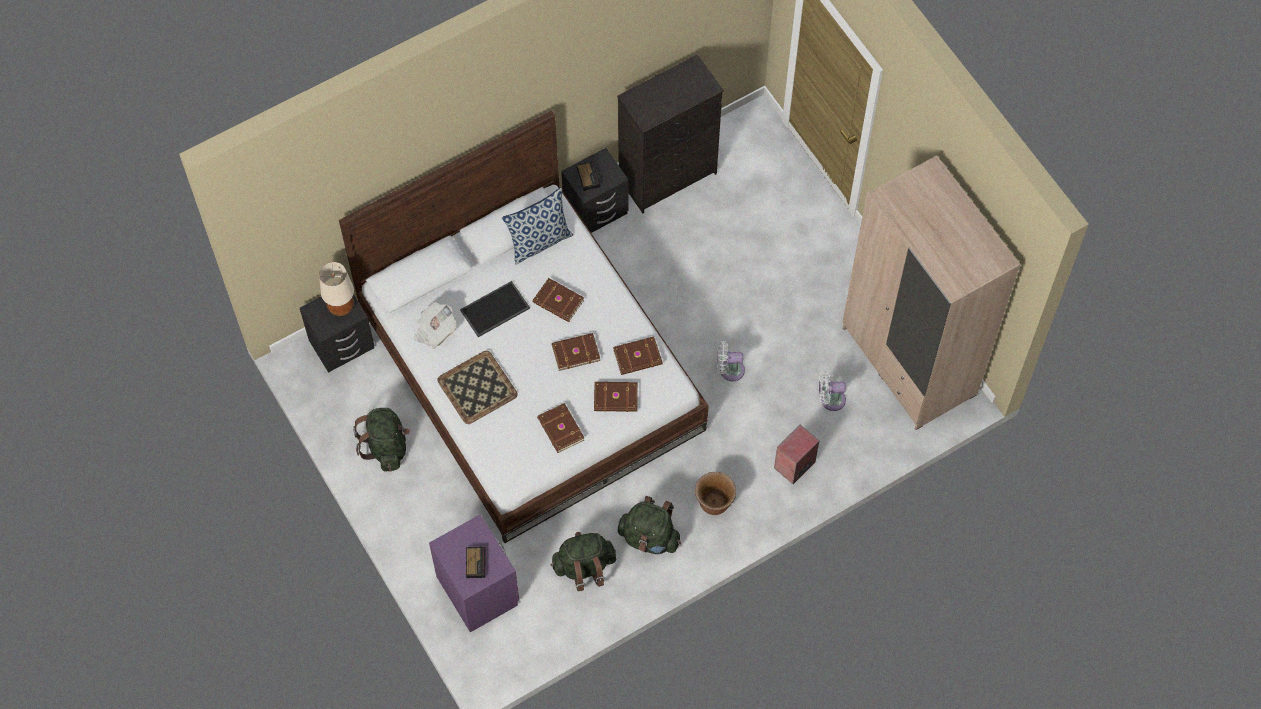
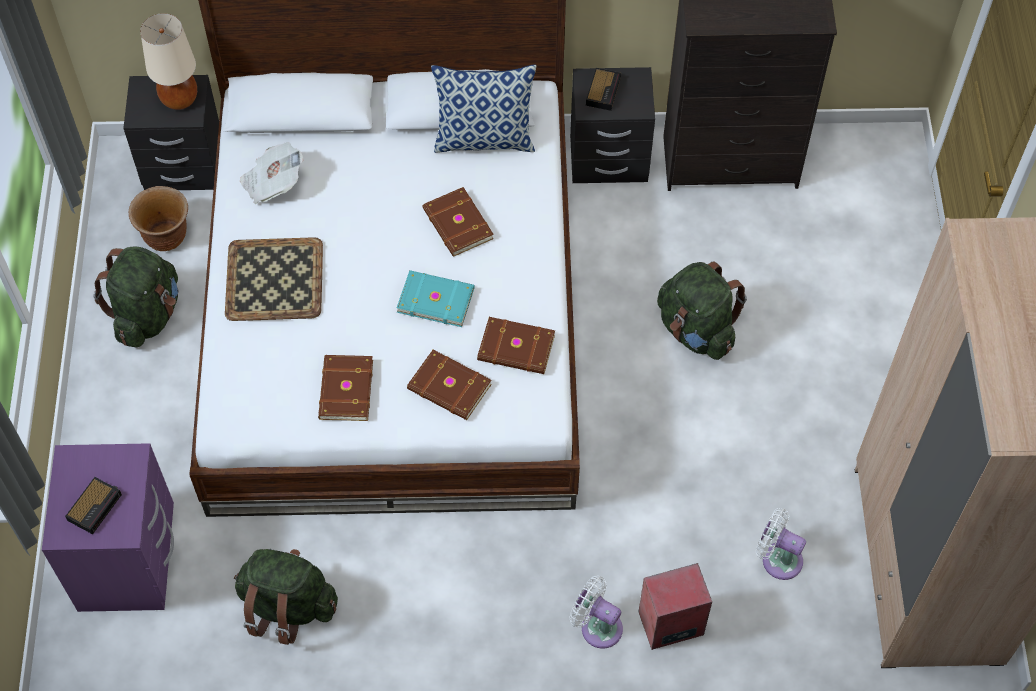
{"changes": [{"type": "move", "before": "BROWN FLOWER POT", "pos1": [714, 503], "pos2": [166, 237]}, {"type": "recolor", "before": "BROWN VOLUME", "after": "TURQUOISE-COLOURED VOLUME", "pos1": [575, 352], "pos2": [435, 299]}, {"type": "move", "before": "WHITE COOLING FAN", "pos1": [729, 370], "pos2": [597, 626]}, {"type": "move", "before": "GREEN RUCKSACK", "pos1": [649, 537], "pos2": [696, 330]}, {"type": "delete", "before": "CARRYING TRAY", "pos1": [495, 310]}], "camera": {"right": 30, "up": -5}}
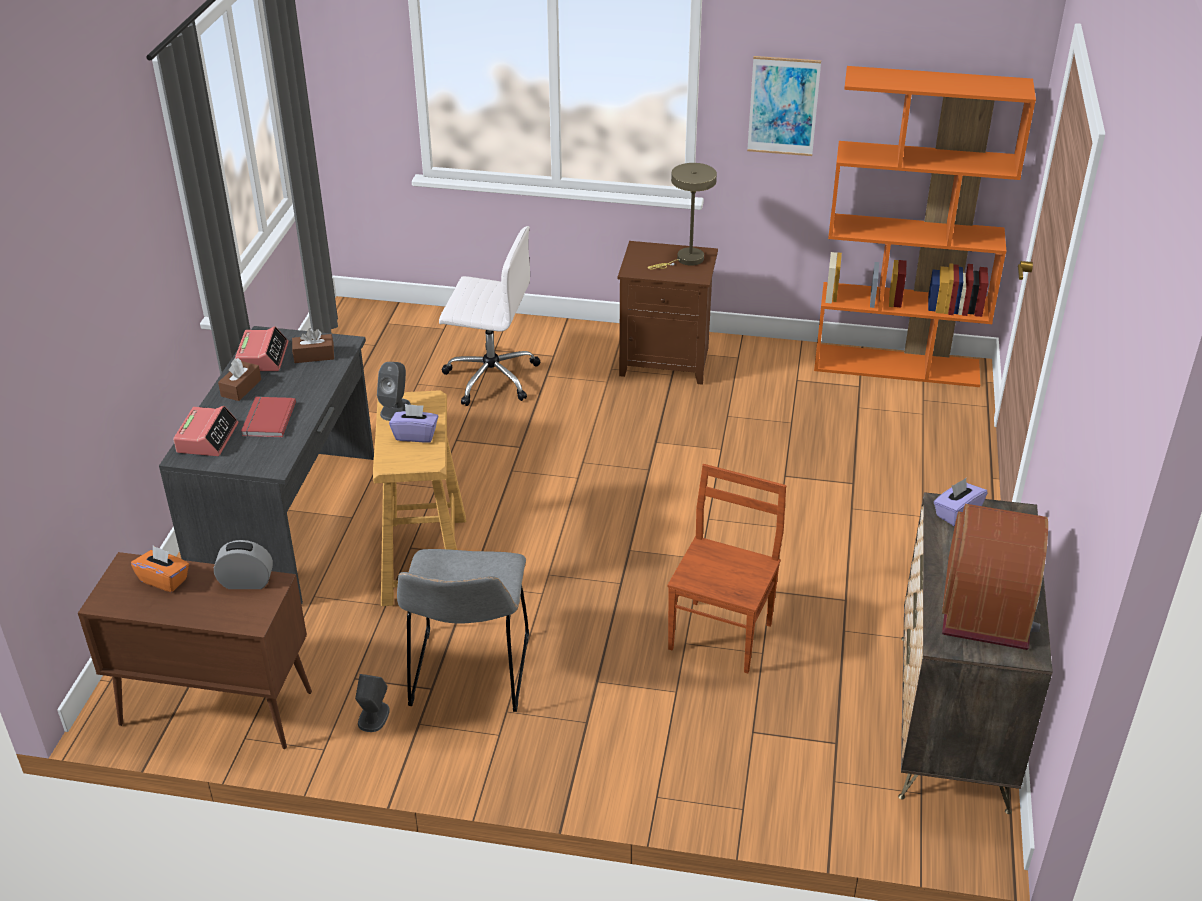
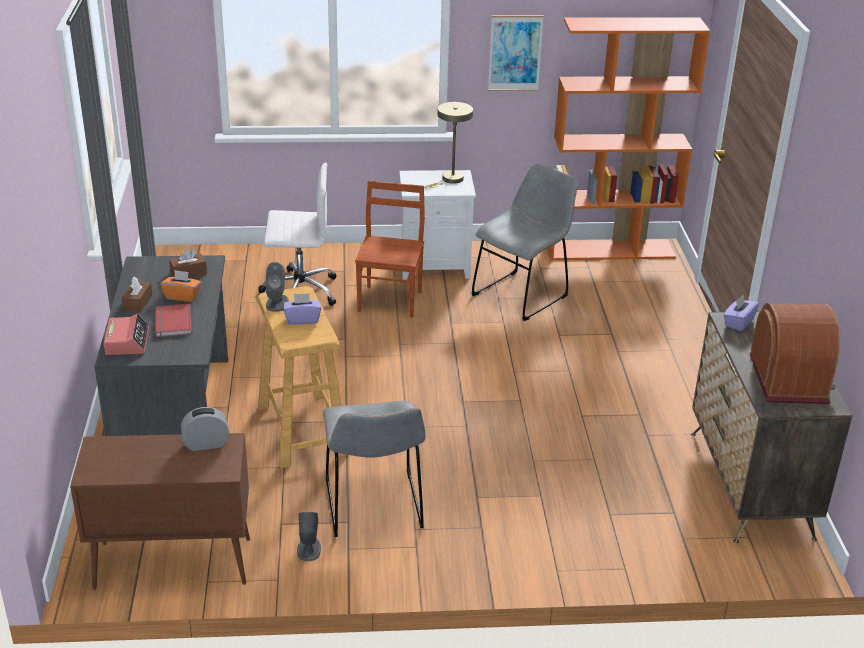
{"changes": [{"type": "move", "before": "ORANGE BOX OF TISSUES", "pos1": [164, 580], "pos2": [182, 296]}, {"type": "move", "before": "BROWN UPRIGHT CHAIR", "pos1": [722, 635], "pos2": [391, 301]}, {"type": "recolor", "before": "BROWN NIGHT TABLE", "after": "WHITE NIGHT TABLE", "pos1": [667, 361], "pos2": [435, 265]}, {"type": "insert", "after": "GRAY UPRIGHT CHAIR", "pos2": [523, 294]}, {"type": "delete", "before": "TABLE CLOCK", "pos1": [263, 357]}], "camera": {"right": -15, "up": -5}}
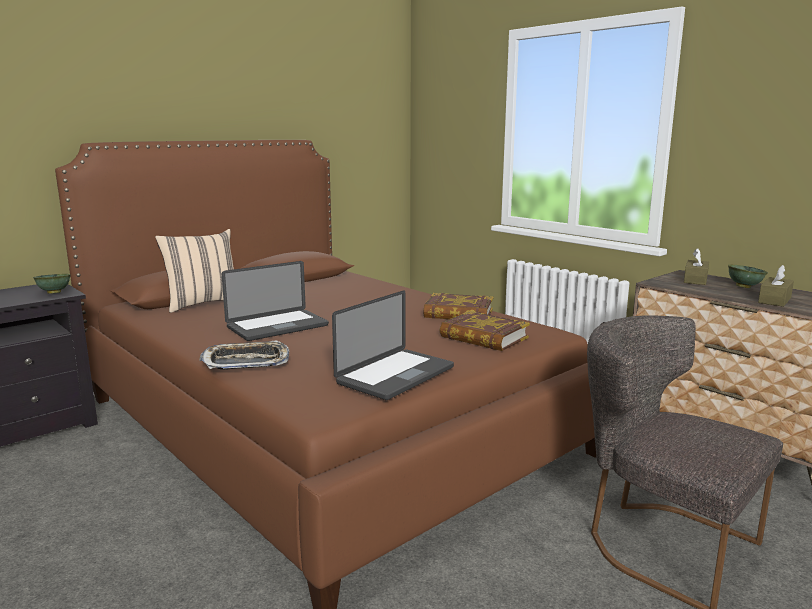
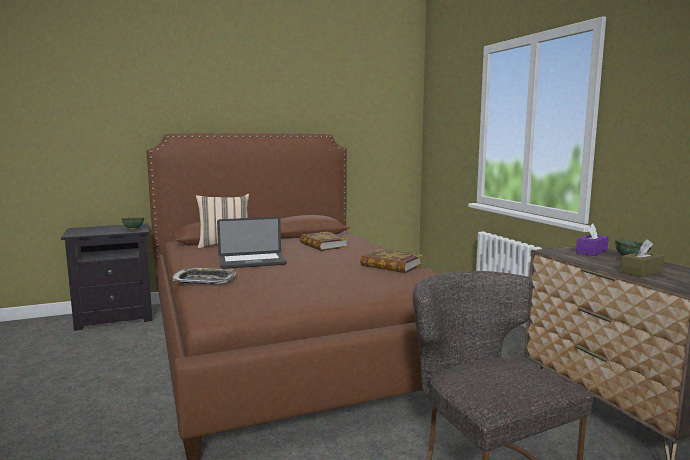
{"changes": [{"type": "move", "before": "VOLUME", "pos1": [483, 337], "pos2": [323, 245]}, {"type": "recolor", "before": "BROWN BOX OF TISSUES", "after": "PURPLE-COLOURED BOX OF TISSUES", "pos1": [695, 280], "pos2": [591, 252]}, {"type": "delete", "before": "NOTEBOOK COMPUTER", "pos1": [396, 375]}], "camera": {"right": 20, "up": -5}}
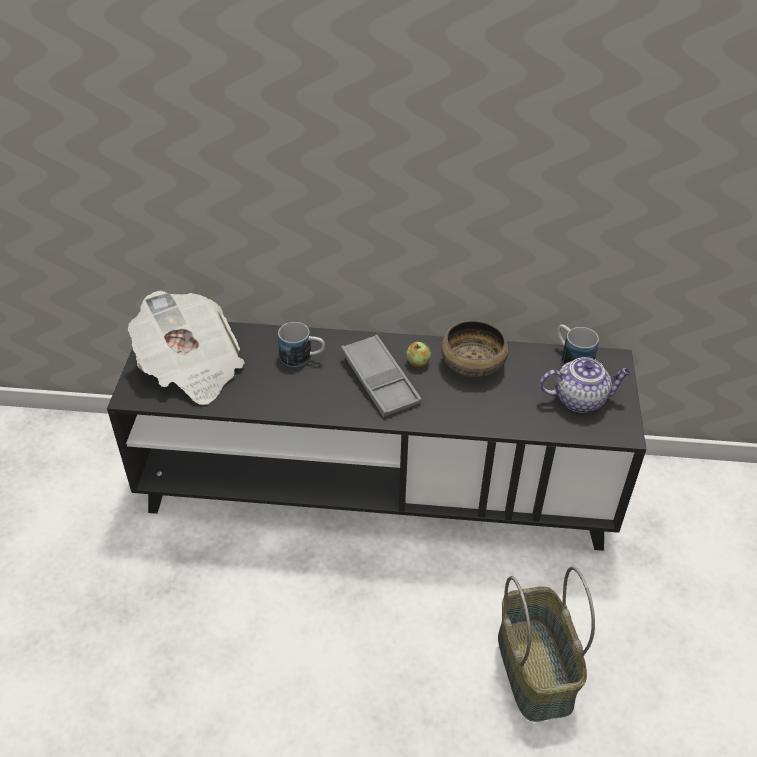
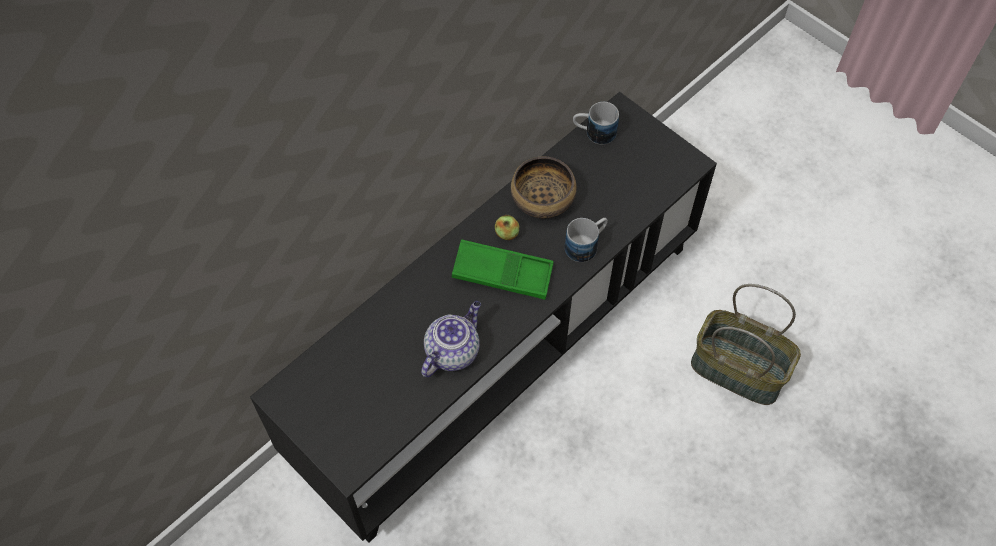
{"changes": [{"type": "move", "before": "TEA POT", "pos1": [581, 399], "pos2": [452, 351]}, {"type": "recolor", "before": "GRAY CARRYING TRAY", "after": "GREEN CARRYING TRAY", "pos1": [380, 380], "pos2": [502, 273]}, {"type": "move", "before": "MUG", "pos1": [302, 358], "pos2": [586, 245]}, {"type": "delete", "before": "DAILY PAPER", "pos1": [191, 368]}], "camera": {"right": -50, "up": 15}}
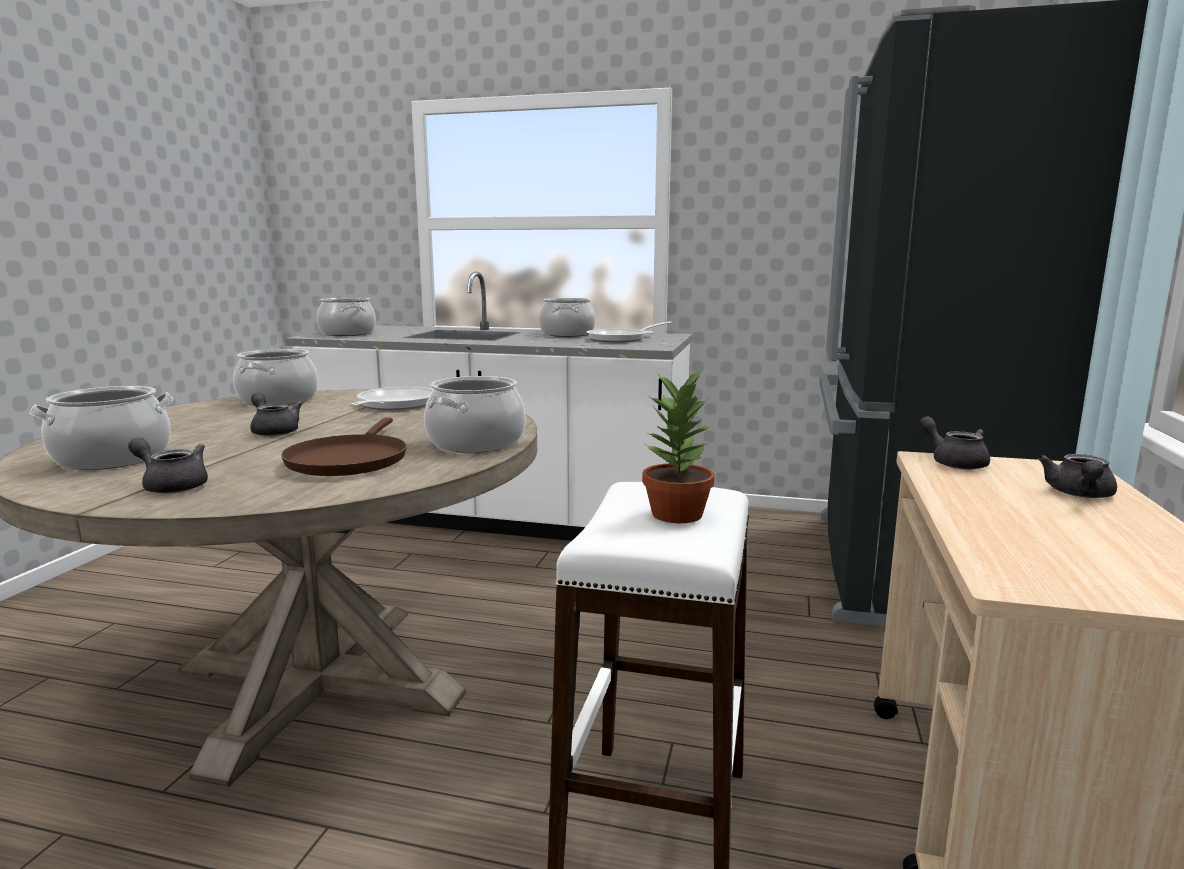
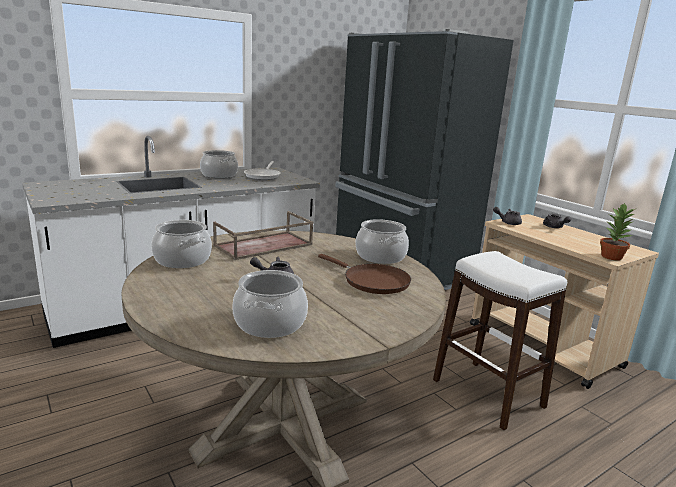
{"changes": [{"type": "replace", "before": "SKILLET", "after": "BROWN CARRYING TRAY", "pos1": [393, 405], "pos2": [263, 246]}, {"type": "move", "before": "POTTED PLANT", "pos1": [678, 515], "pos2": [612, 257]}, {"type": "delete", "before": "GRAY TEA POT", "pos1": [171, 485]}, {"type": "delete", "before": "SAUCEPOT", "pos1": [348, 333]}], "camera": {"right": -50, "up": 5}}
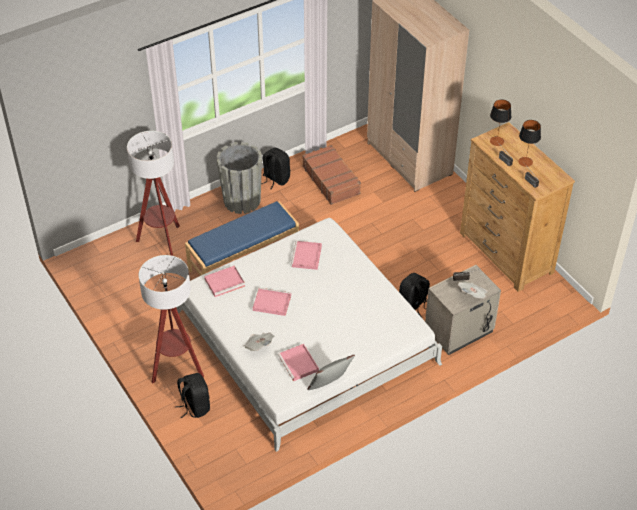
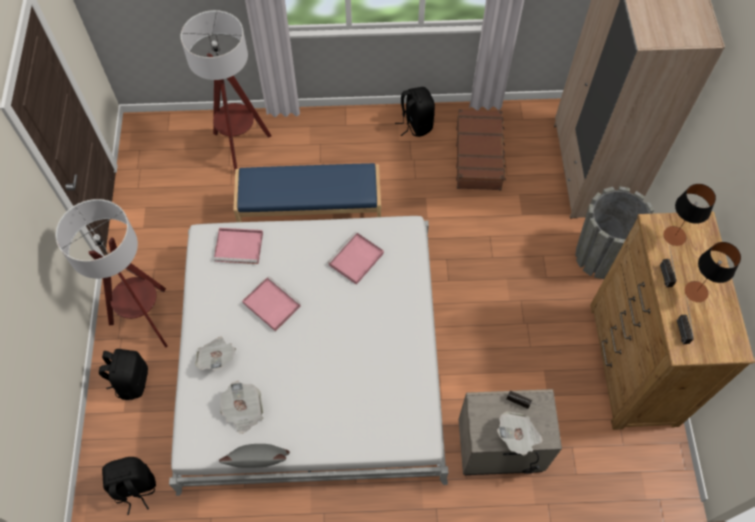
{"changes": [{"type": "move", "before": "BLACK RUCKSACK", "pos1": [413, 306], "pos2": [134, 488]}, {"type": "replace", "before": "PINKISH CARRYING TRAY", "after": "DAILY PAPER", "pos1": [299, 364], "pos2": [243, 411]}, {"type": "move", "before": "GRAY FLOWER POT", "pos1": [242, 201], "pos2": [600, 256]}], "camera": {"right": 30, "up": 15}}
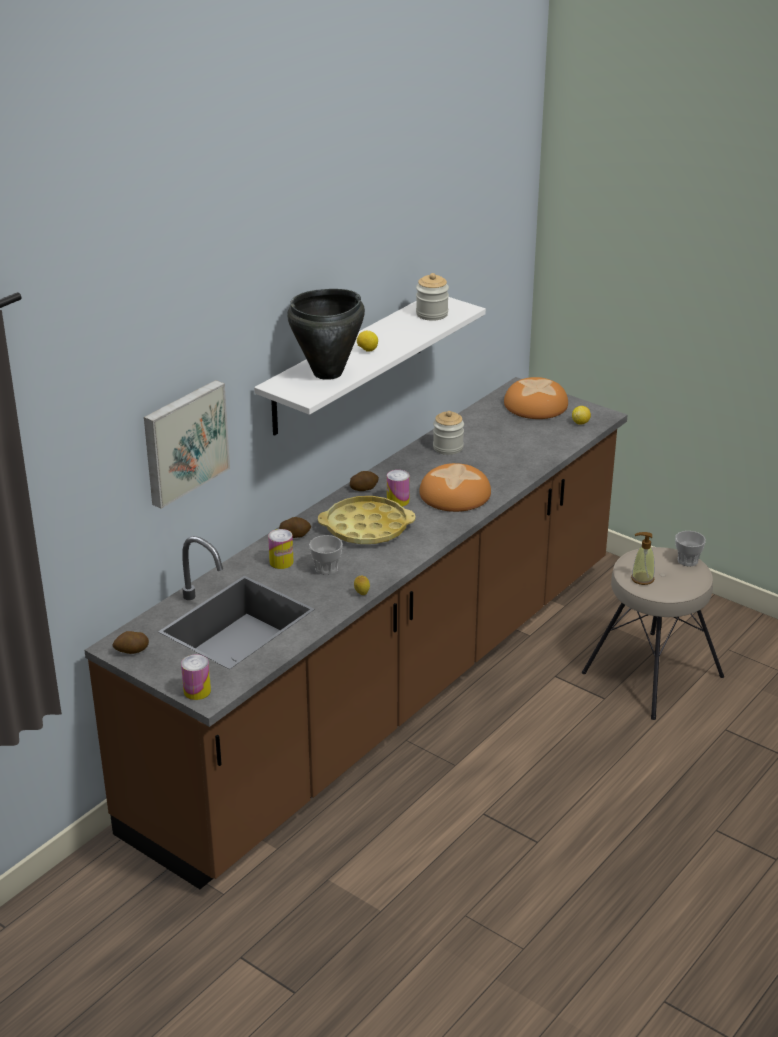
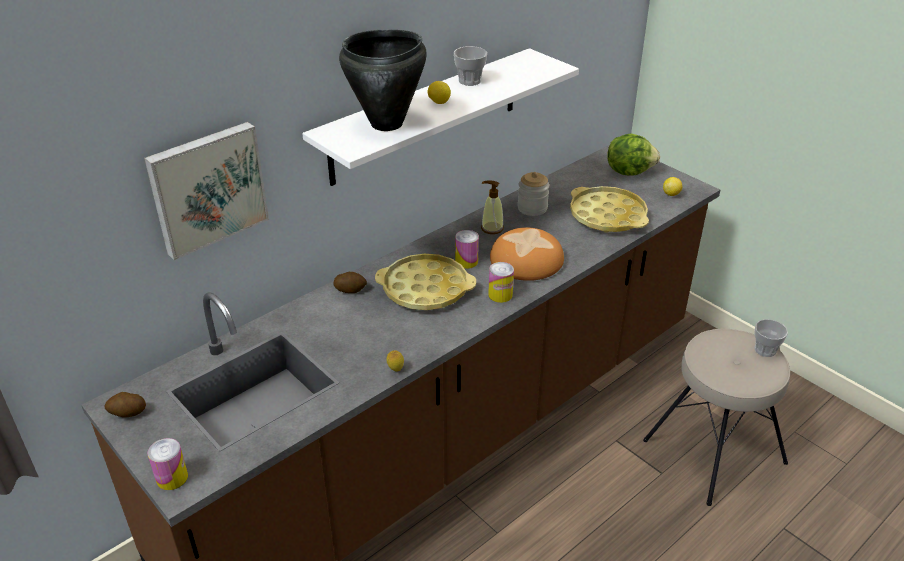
{"changes": [{"type": "move", "before": "CUP", "pos1": [326, 568], "pos2": [470, 81]}, {"type": "move", "before": "SOAP BOTTLE", "pos1": [642, 579], "pos2": [492, 228]}, {"type": "move", "before": "METAL CAN", "pos1": [281, 562], "pos2": [500, 295]}, {"type": "insert", "after": "YELLOW-COLOURED CARRYING TRAY", "pos2": [607, 216]}, {"type": "replace", "before": "BAKERY BREAD", "after": "LETTUCE", "pos1": [535, 405], "pos2": [629, 171]}, {"type": "delete", "before": "SPUD", "pos1": [364, 488]}, {"type": "delete", "before": "JAR", "pos1": [432, 314]}], "camera": {"right": 10, "up": 5}}
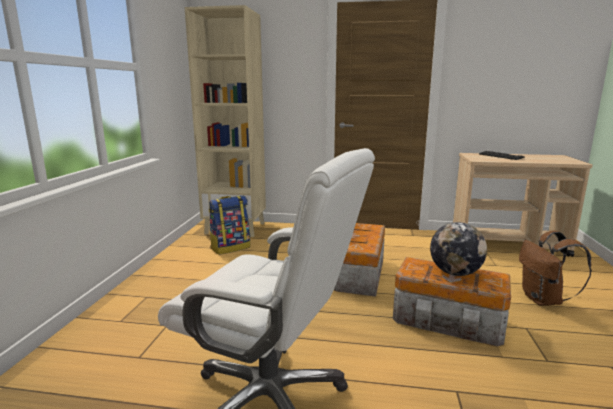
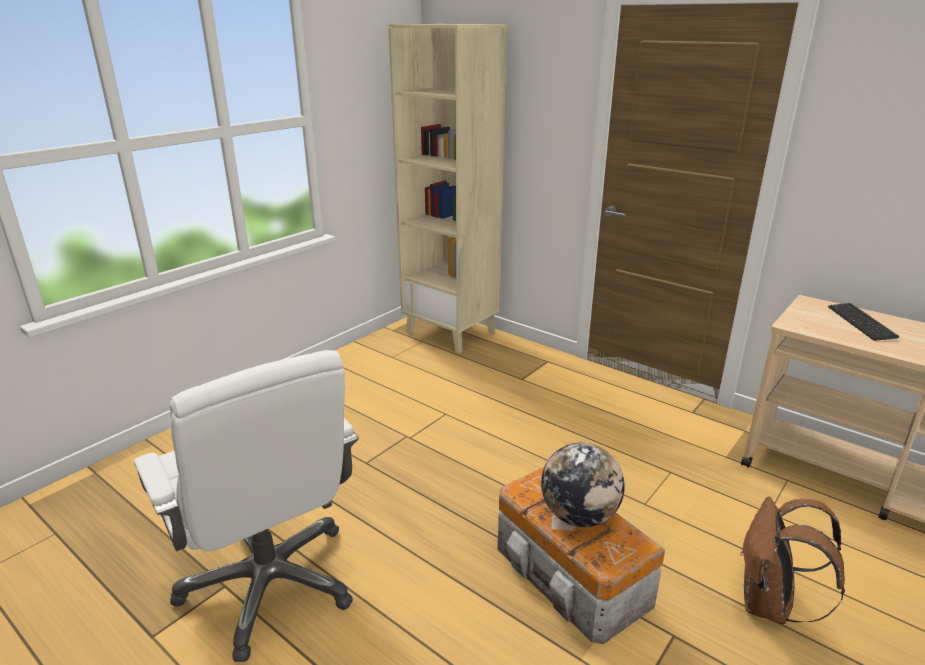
{"changes": [{"type": "delete", "before": "RUCKSACK", "pos1": [230, 248]}, {"type": "delete", "before": "STORAGE BOX", "pos1": [359, 275]}], "camera": {"right": 30, "up": 10}}
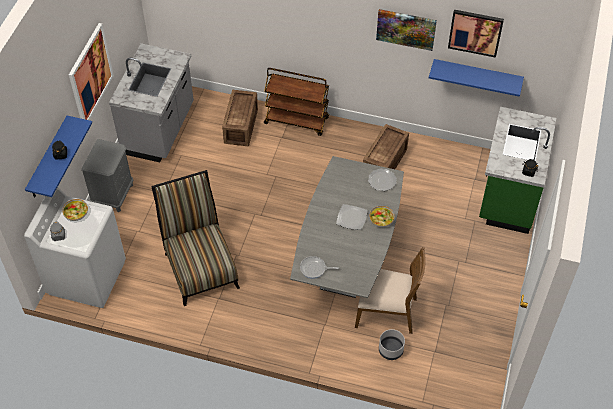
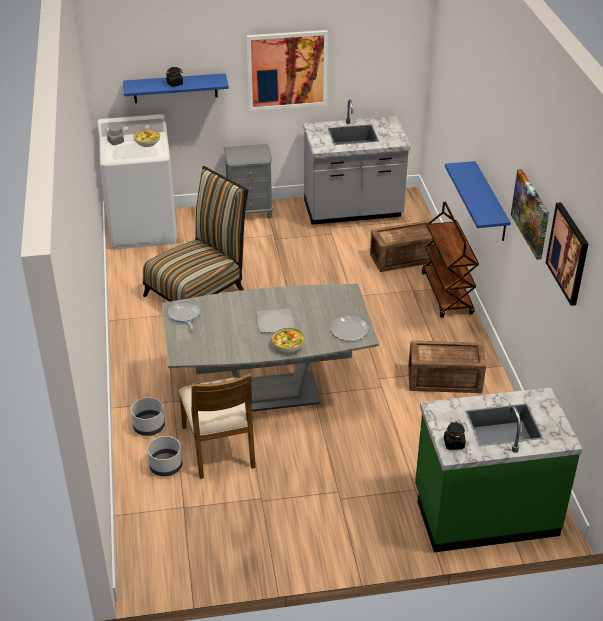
{"changes": [{"type": "insert", "after": "GRAY FLOWER POT", "pos2": [149, 427]}, {"type": "move", "before": "BLUISH SHELF", "pos1": [477, 75], "pos2": [490, 202]}], "camera": {"right": 65, "up": -15}}
